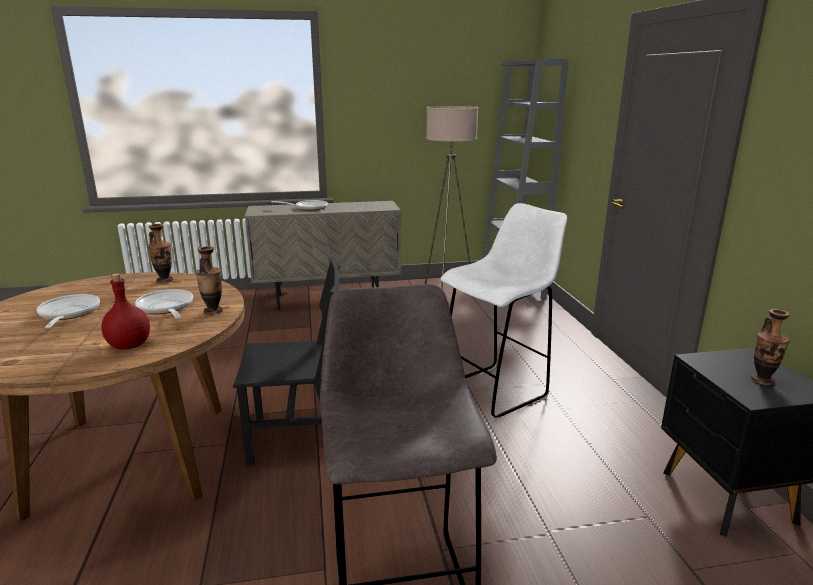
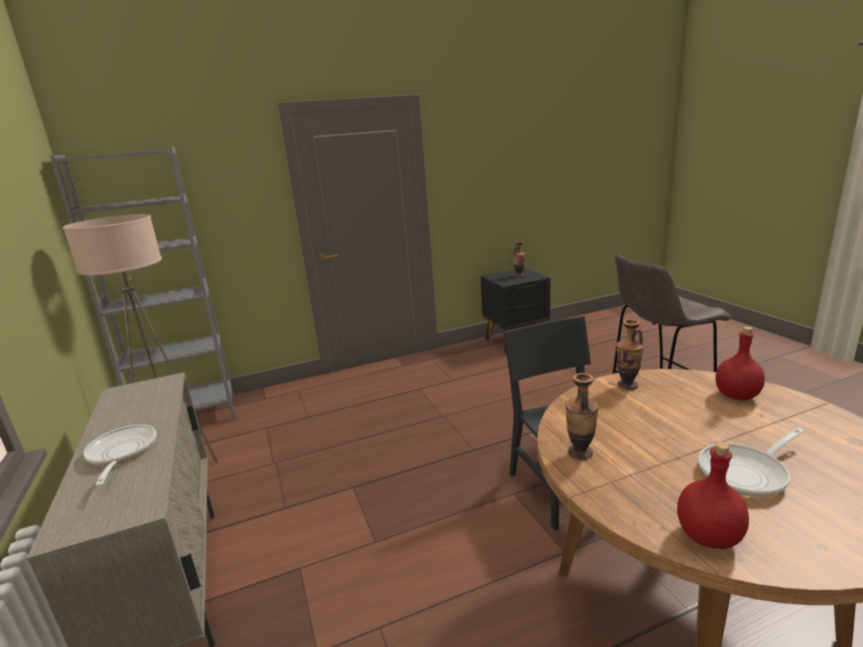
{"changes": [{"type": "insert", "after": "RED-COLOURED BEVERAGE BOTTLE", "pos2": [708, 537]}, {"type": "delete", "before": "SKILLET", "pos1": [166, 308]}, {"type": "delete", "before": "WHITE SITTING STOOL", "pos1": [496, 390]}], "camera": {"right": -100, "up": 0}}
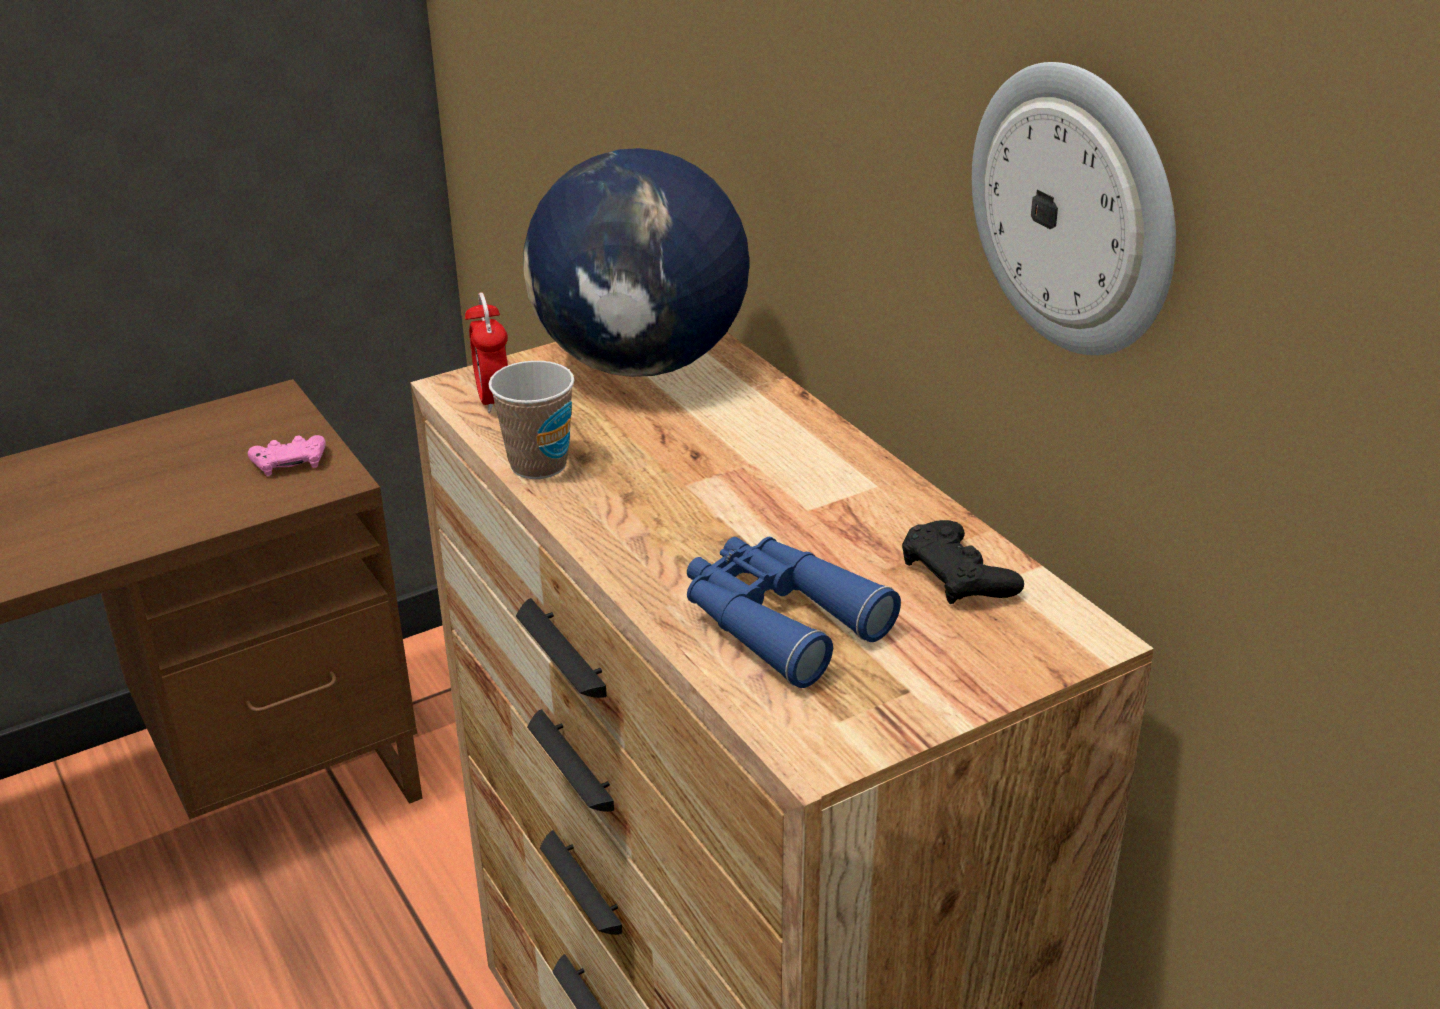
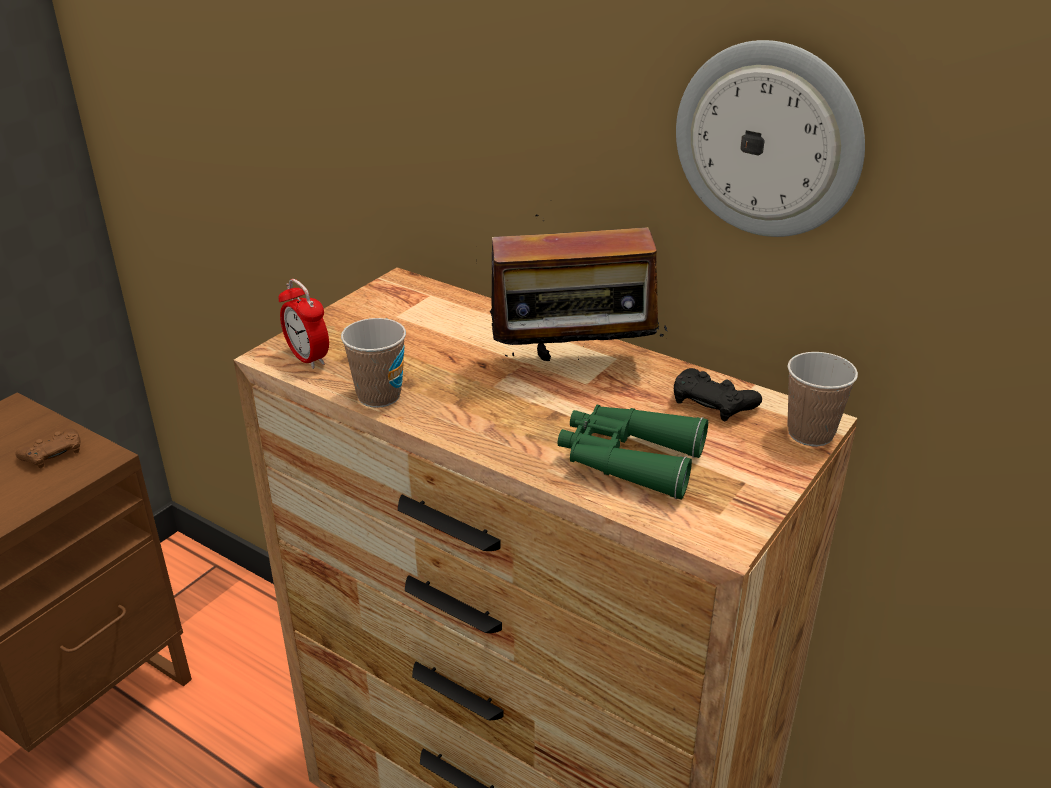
{"changes": [{"type": "recolor", "before": "PINKISH GAMEPAD", "after": "BROWN GAMEPAD", "pos1": [290, 462], "pos2": [53, 454]}, {"type": "insert", "after": "RADIO SET", "pos2": [573, 366]}, {"type": "recolor", "before": "BLUISH FIELD GLASSES", "after": "GREEN FIELD GLASSES", "pos1": [778, 621], "pos2": [628, 460]}, {"type": "insert", "after": "CUP", "pos2": [810, 434]}, {"type": "delete", "before": "WORLD GLOBE", "pos1": [642, 364]}], "camera": {"right": -25, "up": 0}}
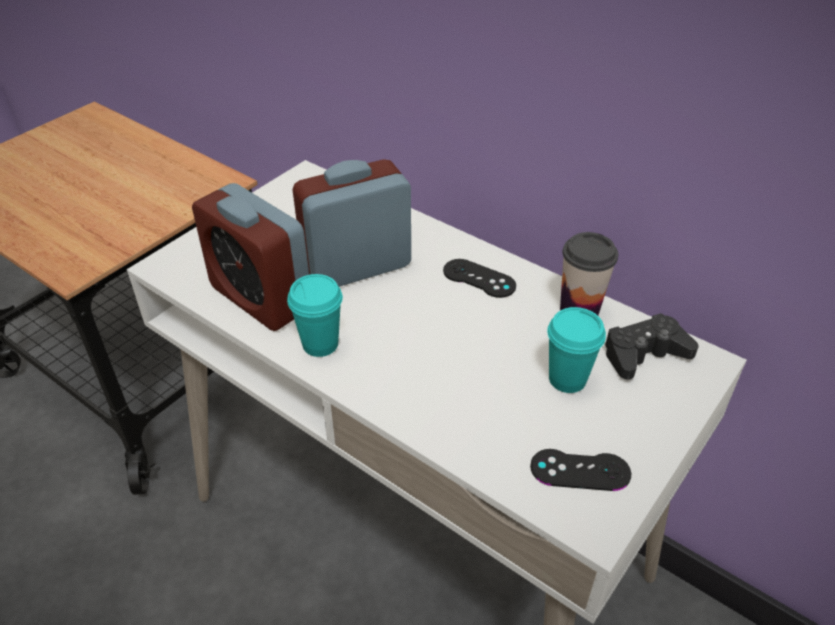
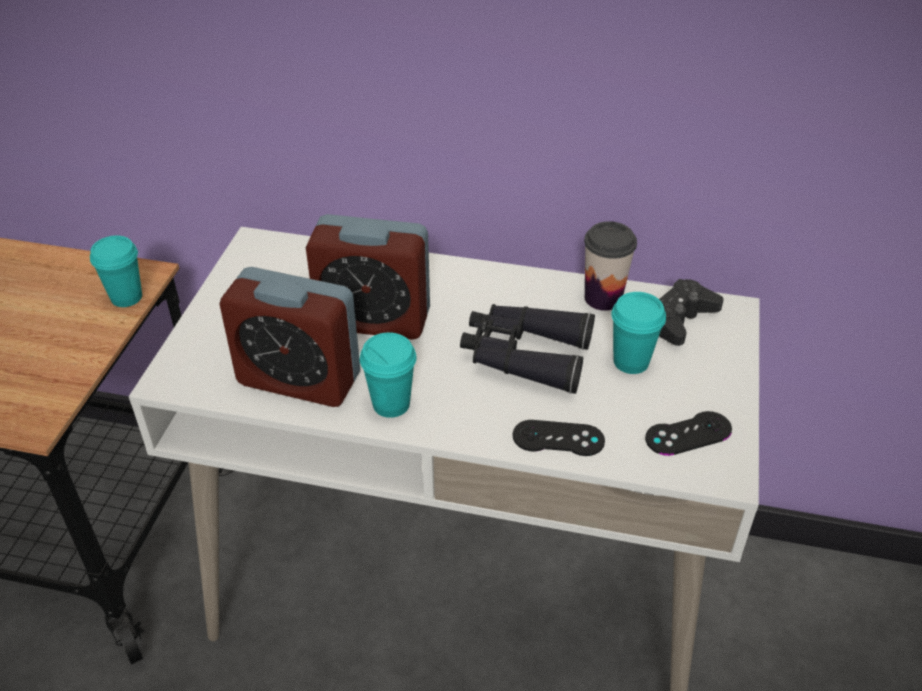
{"changes": [{"type": "insert", "after": "TURQUOISE-COLOURED CUP", "pos2": [126, 297]}, {"type": "rotate", "before": "TABLE CLOCK", "pos1": [357, 266], "pos2": [373, 319], "turn": -120}, {"type": "insert", "after": "BLACK FIELD GLASSES", "pos2": [524, 355]}, {"type": "move", "before": "BLACK GAMEPAD", "pos1": [479, 278], "pos2": [558, 438]}], "camera": {"right": -25, "up": 0}}
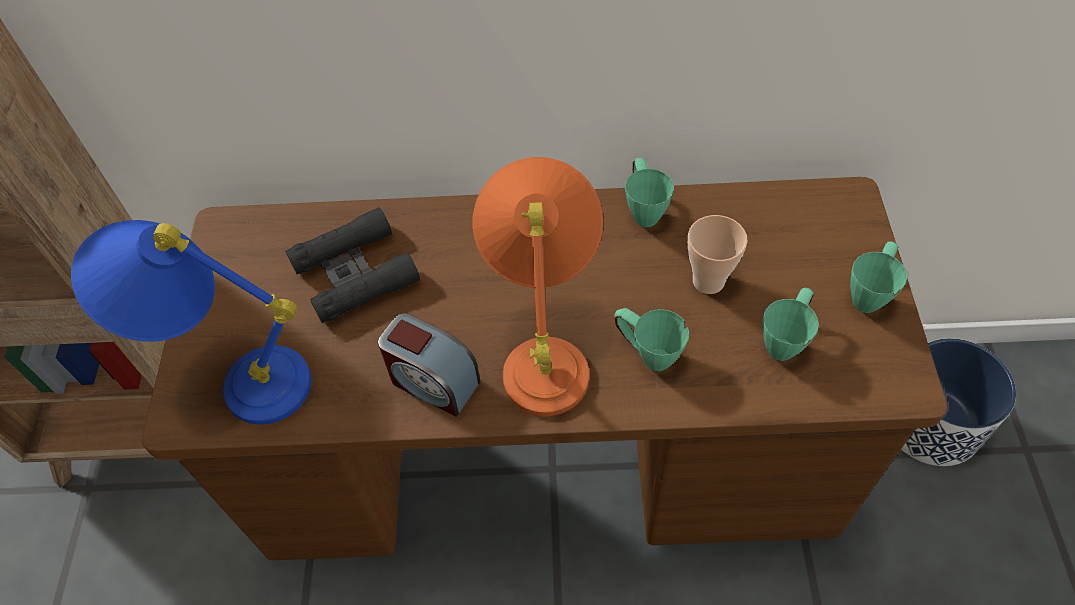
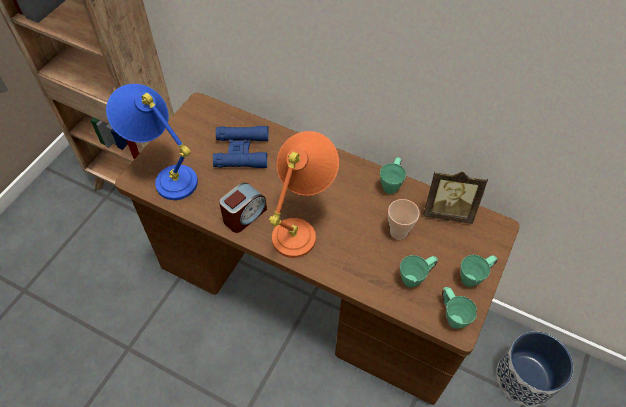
{"changes": [{"type": "recolor", "before": "BLACK FIELD GLASSES", "after": "BLUISH FIELD GLASSES", "pos1": [355, 273], "pos2": [242, 151]}, {"type": "rotate", "before": "TABLE CLOCK", "pos1": [433, 382], "pos2": [244, 215], "turn": -105}, {"type": "insert", "after": "PICTURE FRAME", "pos2": [447, 212]}, {"type": "move", "before": "GREEN MUG", "pos1": [646, 353], "pos2": [451, 315]}], "camera": {"right": 25, "up": 0}}
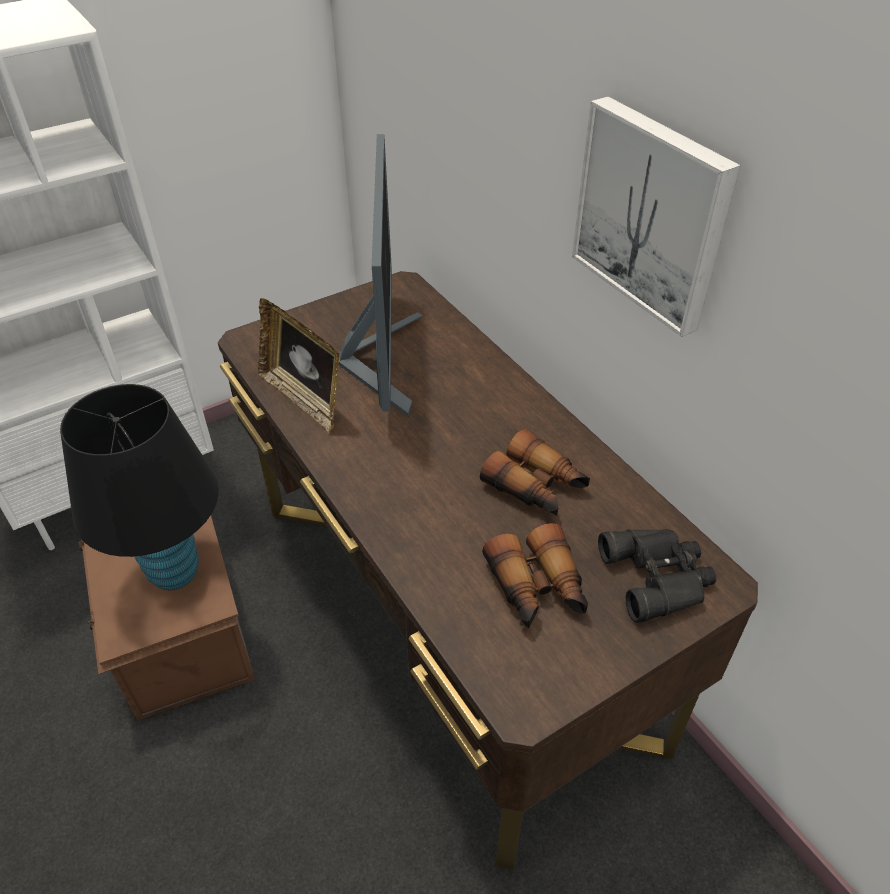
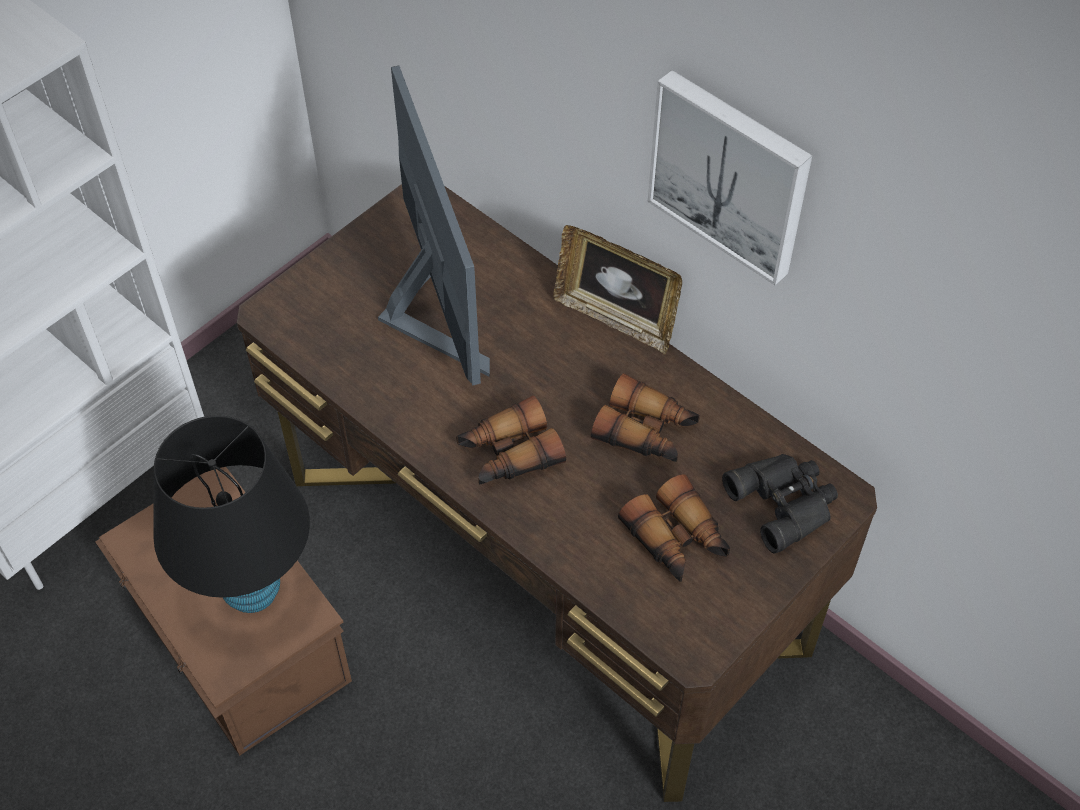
{"changes": [{"type": "insert", "after": "FIELD GLASSES", "pos2": [508, 454]}, {"type": "move", "before": "PICTURE FRAME", "pos1": [304, 398], "pos2": [616, 318]}], "camera": {"right": -15, "up": 10}}
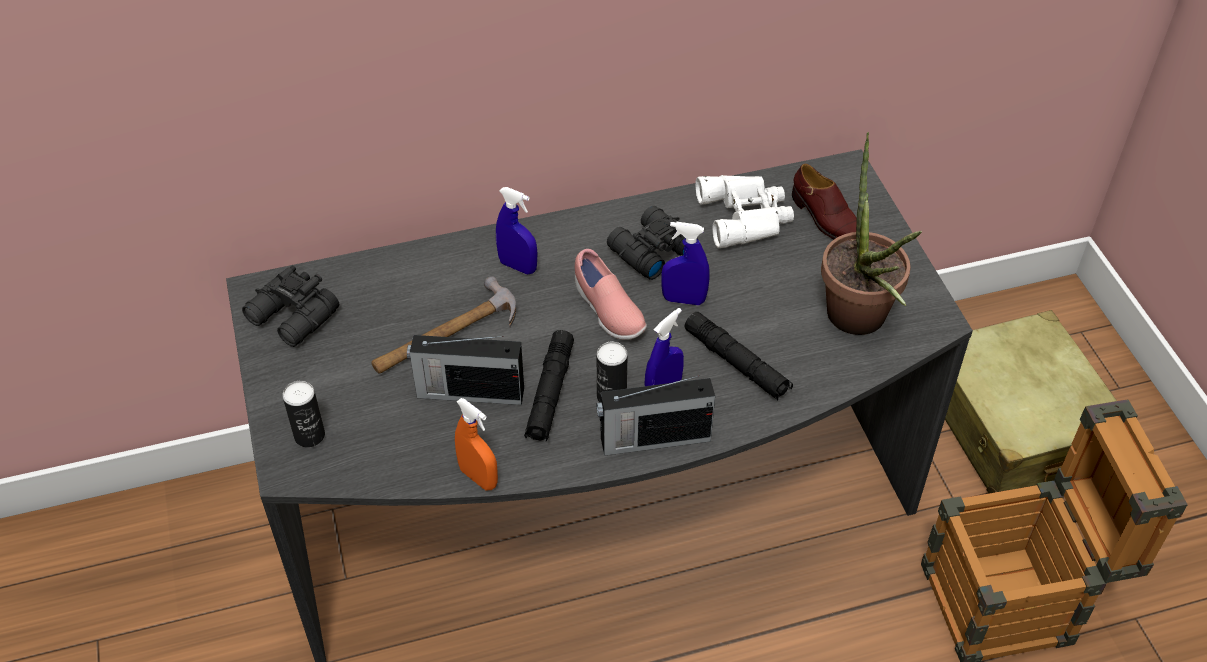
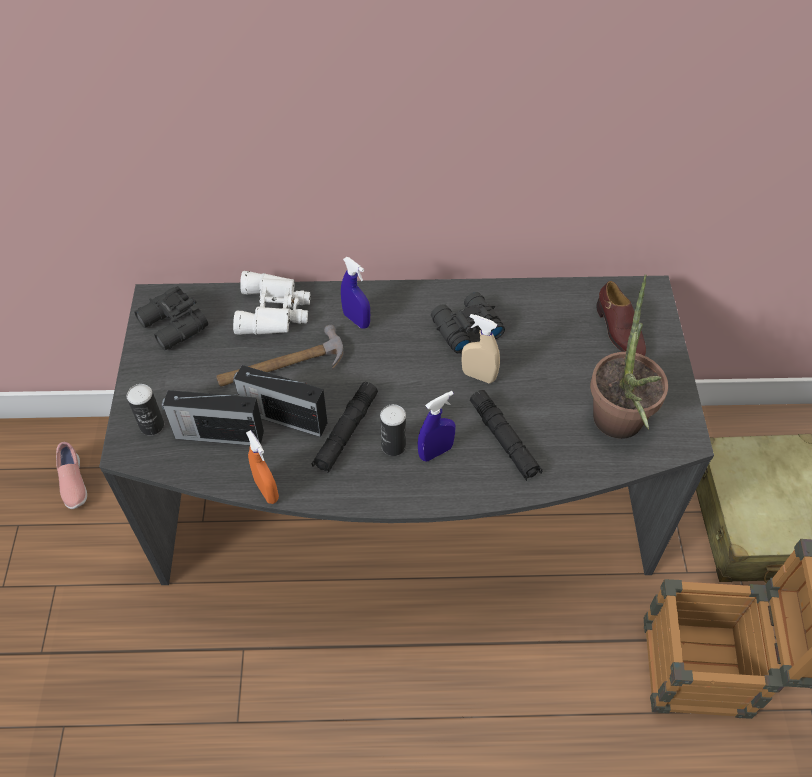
{"changes": [{"type": "move", "before": "PINKISH ITEM OF FOOTWEAR", "pos1": [607, 311], "pos2": [73, 483]}, {"type": "move", "before": "RADIO SET", "pos1": [653, 439], "pos2": [218, 434]}, {"type": "move", "before": "WHITE FIELD GLASSES", "pos1": [746, 216], "pos2": [275, 311]}, {"type": "recolor", "before": "BLUISH SPRAYER", "after": "BEIGE SPRAYER", "pos1": [683, 300], "pos2": [478, 376]}], "camera": {"right": 15, "up": 5}}
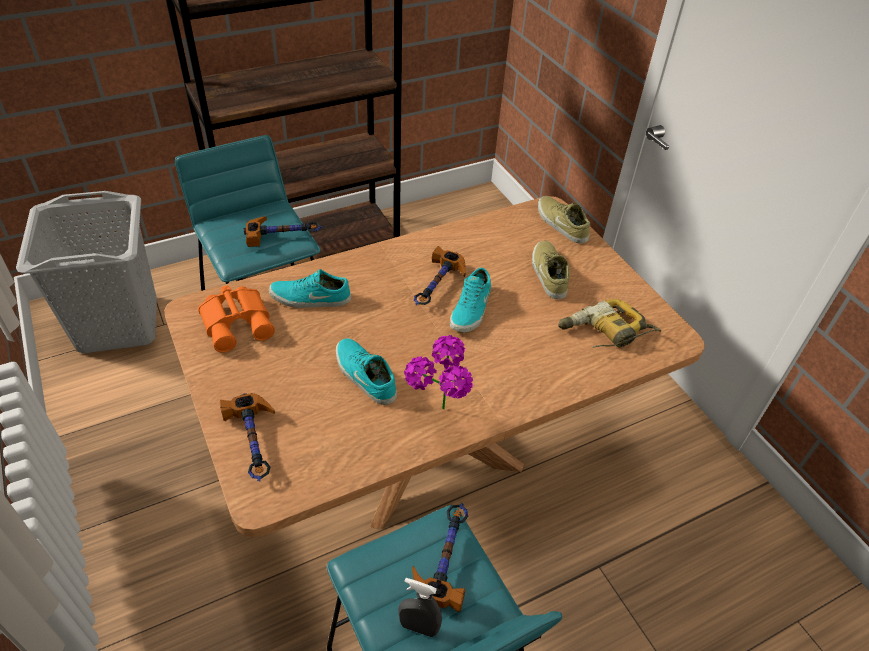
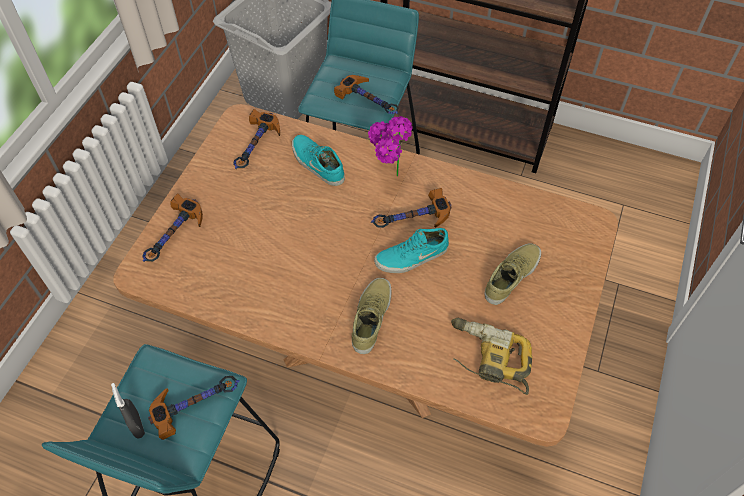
{"changes": [{"type": "replace", "before": "ORANGE FIELD GLASSES", "after": "TOOL HAMMER", "pos1": [238, 322], "pos2": [256, 148]}, {"type": "move", "before": "BEIGE ITEM OF FOOTWEAR", "pos1": [560, 224], "pos2": [370, 317]}, {"type": "move", "before": "POTTED PLANT", "pos1": [438, 418], "pos2": [388, 178]}, {"type": "delete", "before": "TURQUOISE-COLOURED ITEM OF FOOTWEAR", "pos1": [364, 376]}], "camera": {"right": 50, "up": 10}}
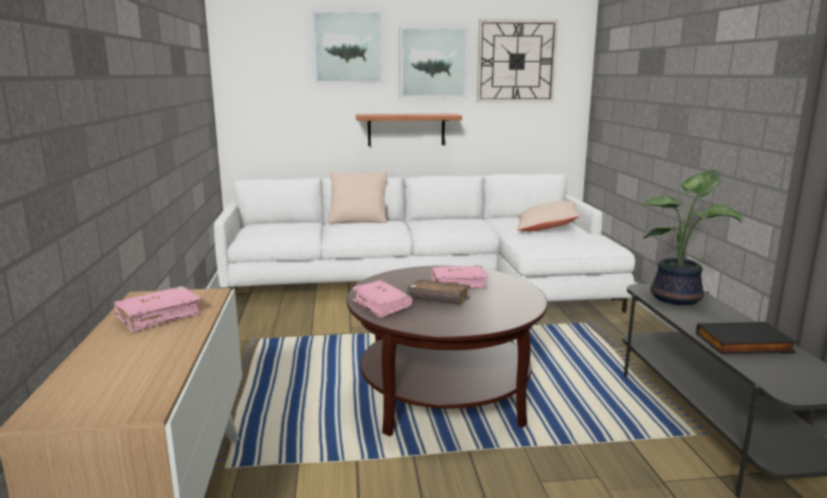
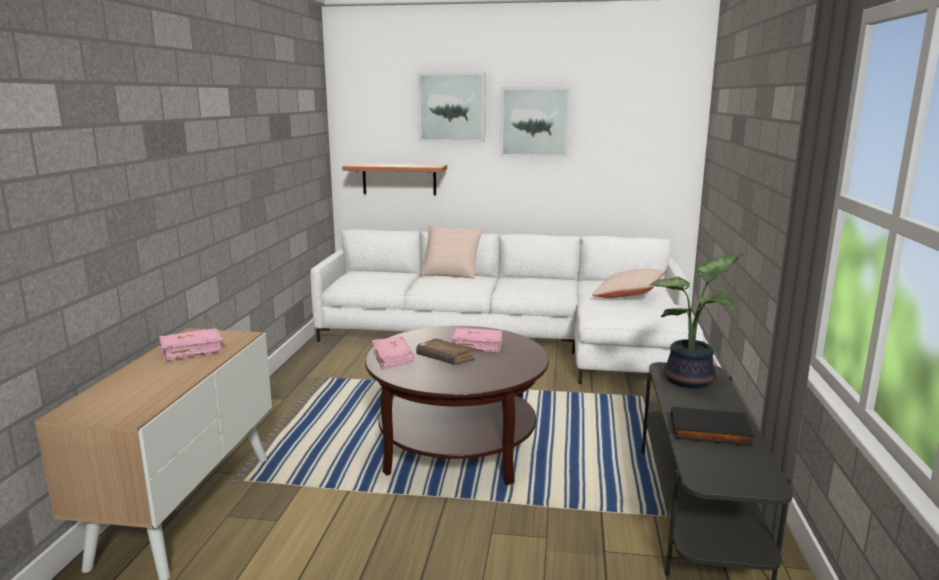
{"changes": [{"type": "move", "before": "SHELF", "pos1": [406, 129], "pos2": [399, 179]}, {"type": "delete", "before": "CLOCK ON THE WALL", "pos1": [516, 61]}], "camera": {"right": 15, "up": 0}}
